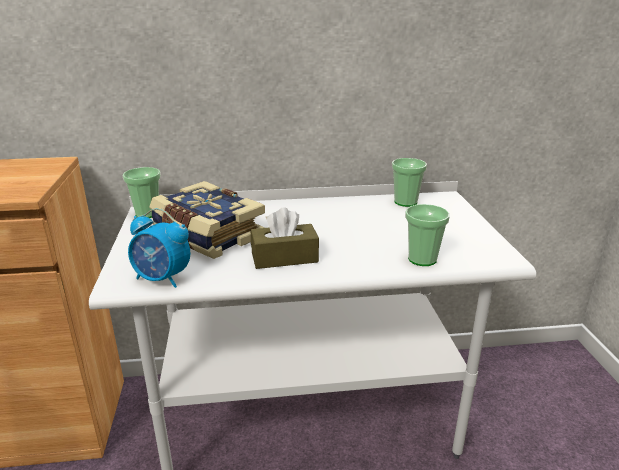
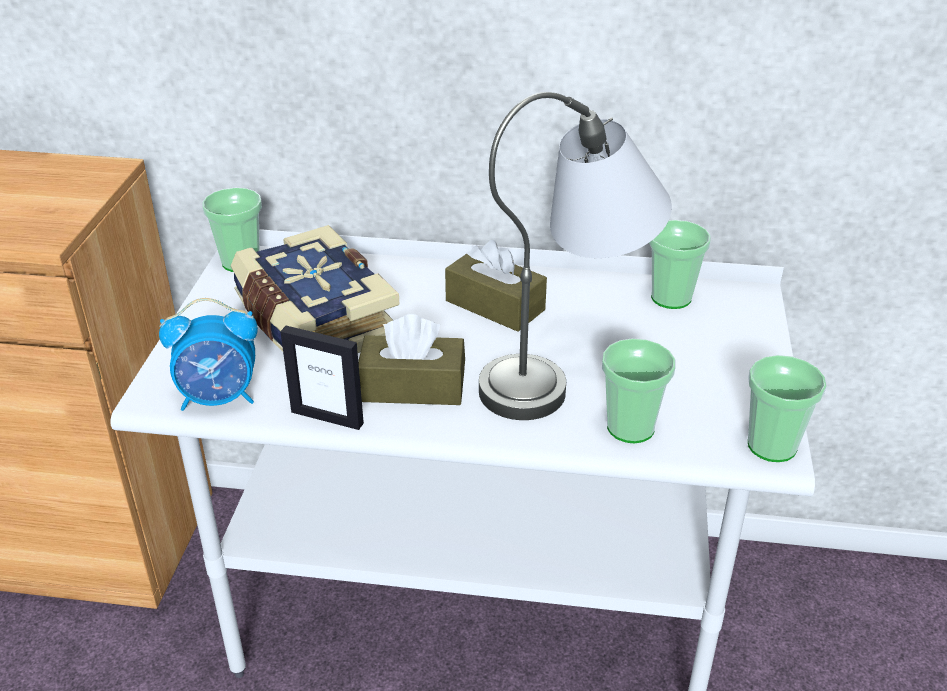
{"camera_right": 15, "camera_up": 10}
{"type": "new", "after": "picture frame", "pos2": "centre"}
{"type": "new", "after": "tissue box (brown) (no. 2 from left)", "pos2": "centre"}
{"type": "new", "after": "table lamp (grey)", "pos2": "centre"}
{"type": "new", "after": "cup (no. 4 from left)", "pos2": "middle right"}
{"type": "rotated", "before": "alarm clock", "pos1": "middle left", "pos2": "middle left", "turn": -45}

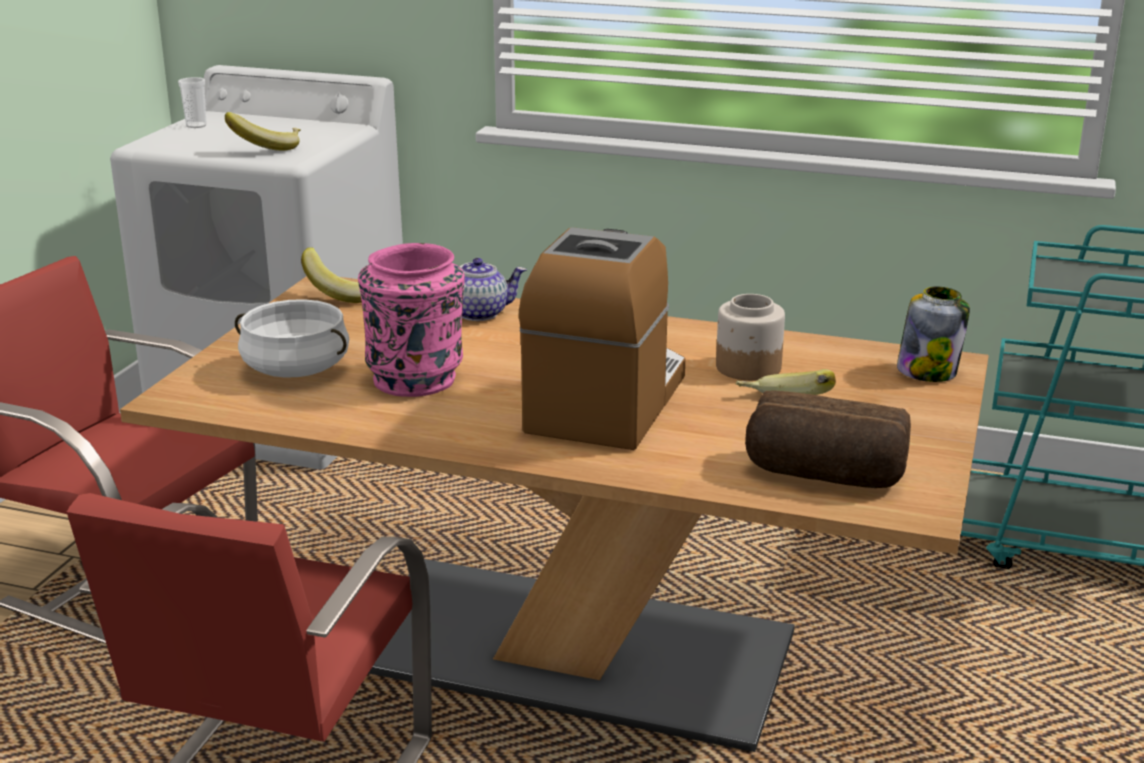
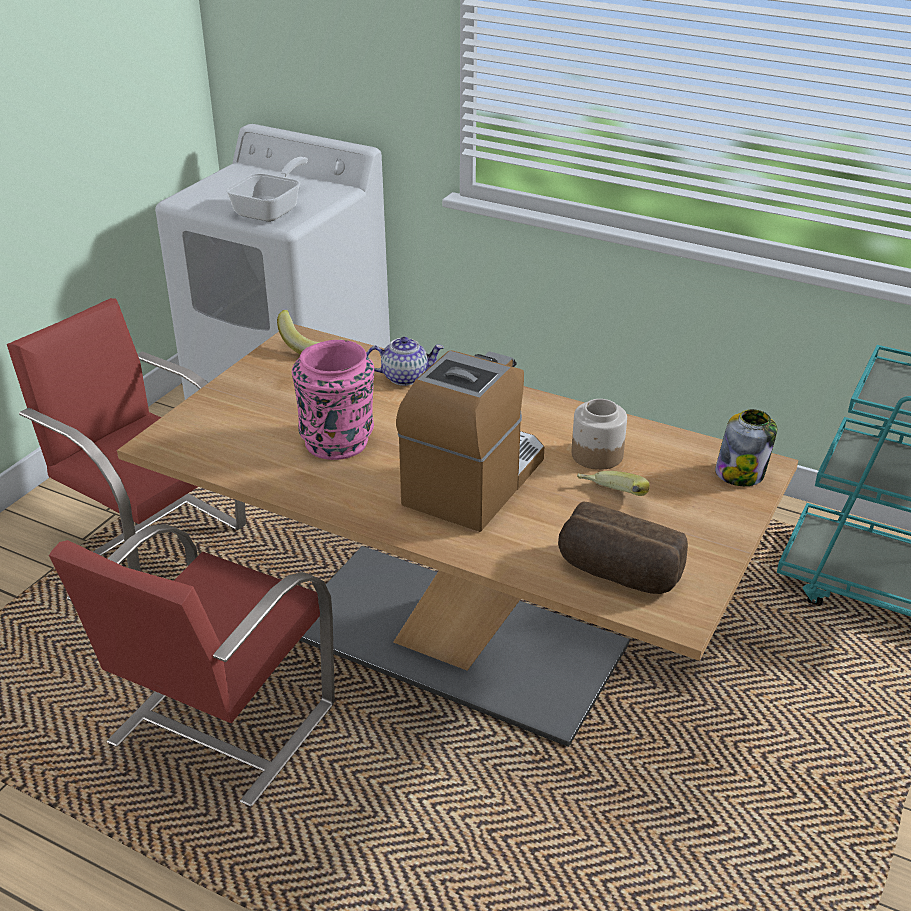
{"camera_right": 10, "camera_up": 10}
{"type": "gone", "before": "cup", "pos1": "top left"}
{"type": "gone", "before": "cooking pot (white)", "pos1": "middle left"}
{"type": "swapped", "before": "banana (no. 1 from left)", "after": "frying pan", "pos1": "top left", "pos2": "top left"}

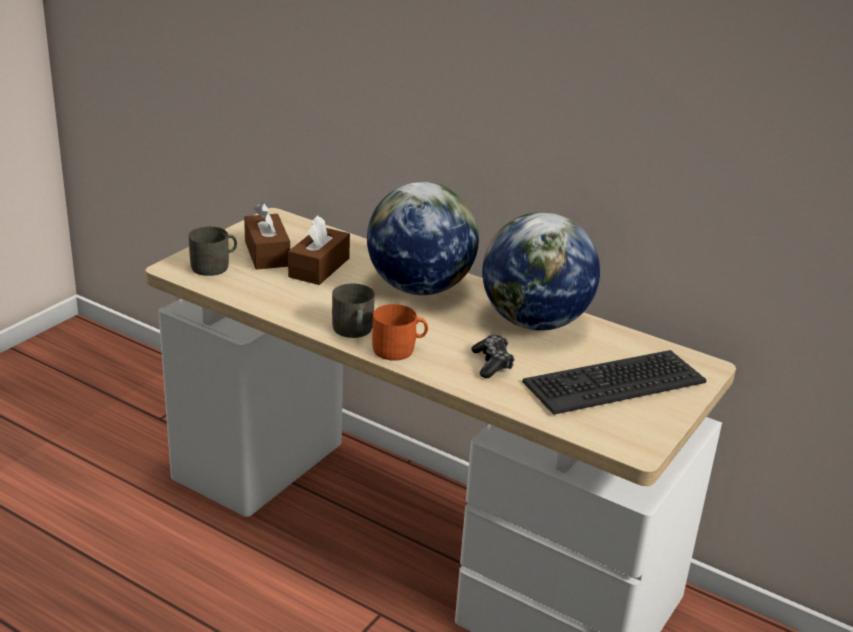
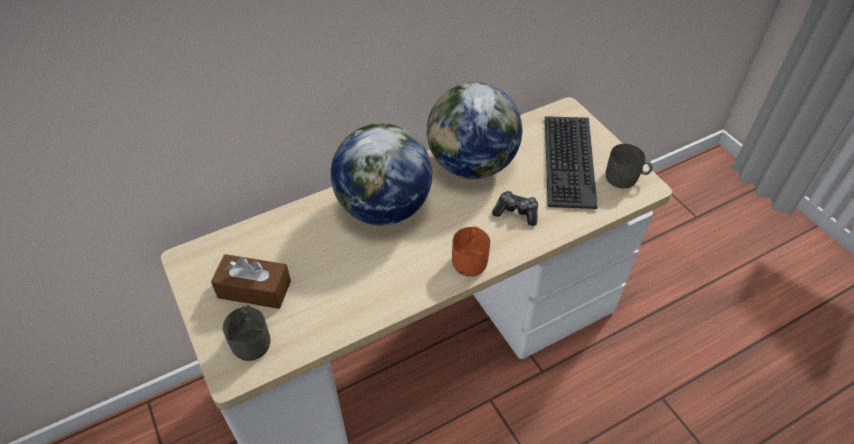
{"camera_right": -60, "camera_up": 20}
{"type": "gone", "before": "tissue box (brown) (no. 2 from left)", "pos1": "centre"}
{"type": "shifted", "before": "mug (grey) (no. 2 from left)", "pos1": "centre", "pos2": "middle right"}

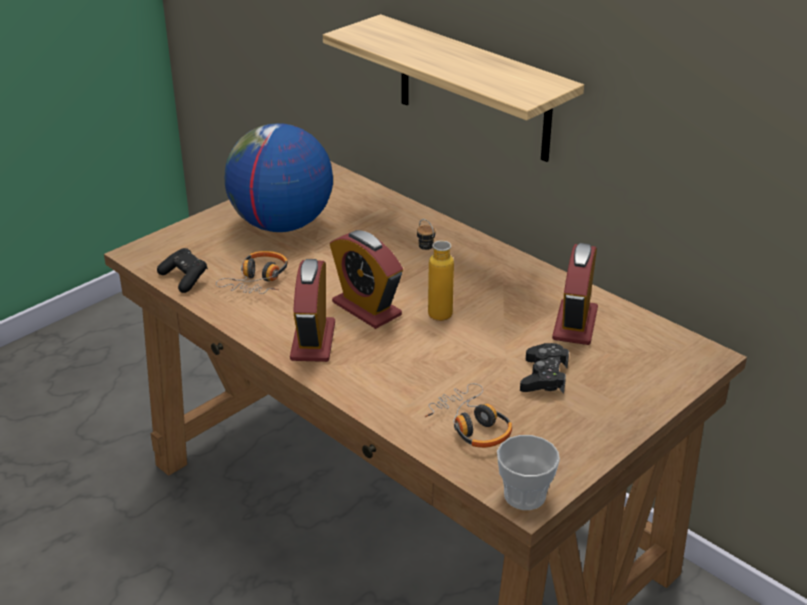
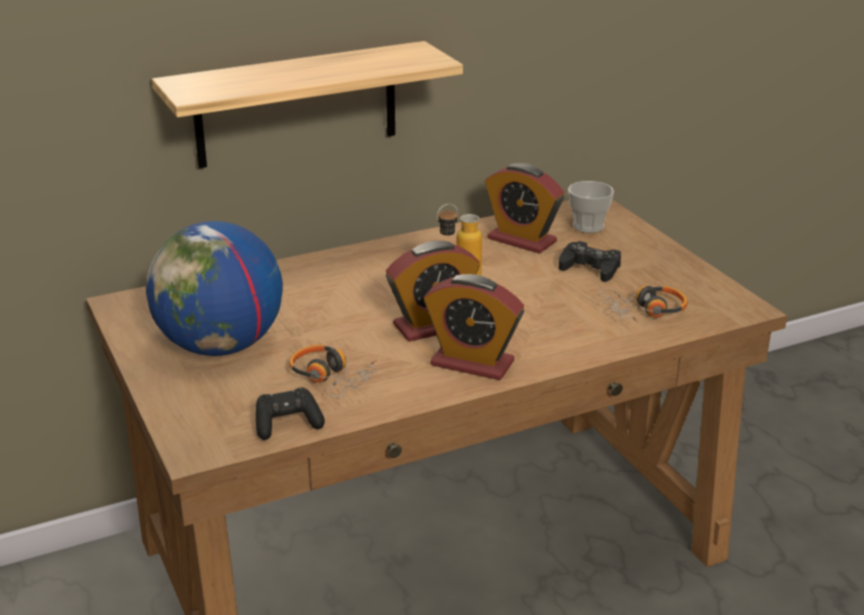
{"camera_right": -70, "camera_up": -5}
{"type": "shifted", "before": "cup", "pos1": "bottom centre", "pos2": "middle right"}

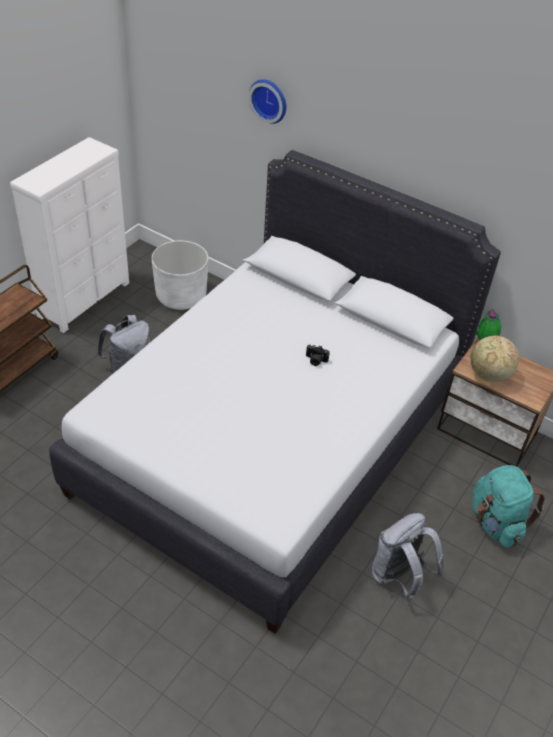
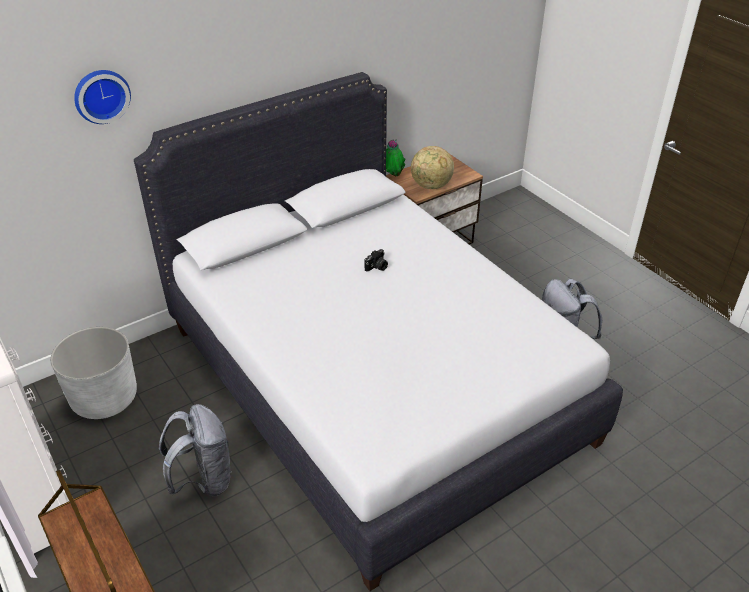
{"camera_right": -65, "camera_up": -5}
{"type": "gone", "before": "backpack (turquoise)", "pos1": "bottom right"}

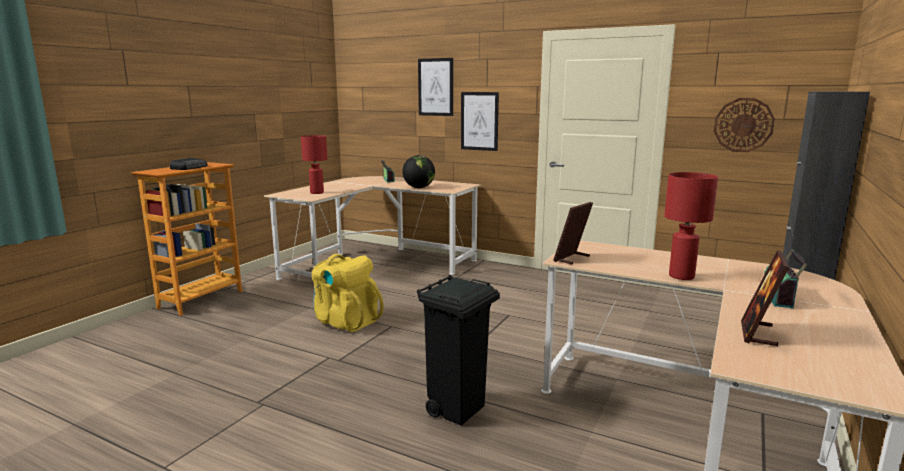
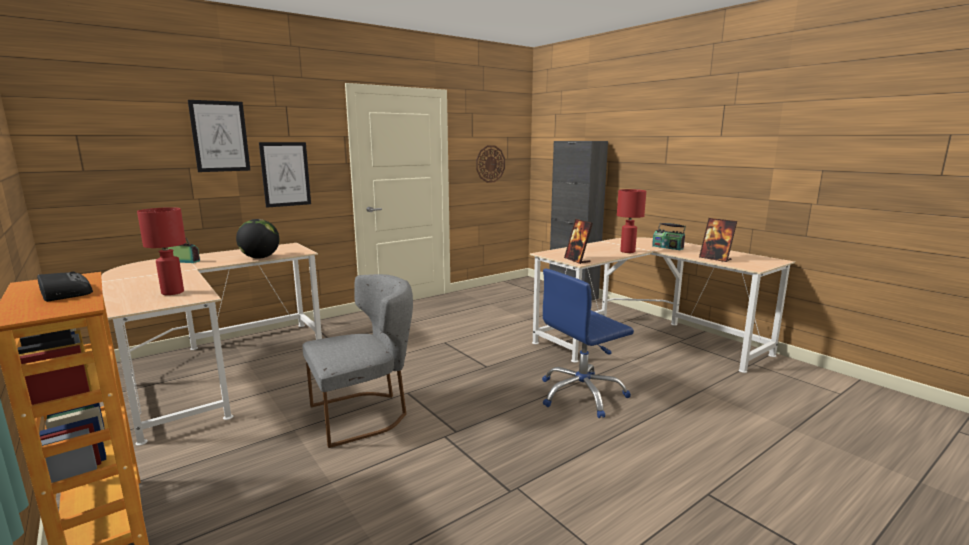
{"camera_right": -65, "camera_up": 0}
{"type": "swapped", "before": "backpack (yellow)", "after": "chair (grey)", "pos1": "centre", "pos2": "centre"}
{"type": "swapped", "before": "trash can (black)", "after": "office chair (blue)", "pos1": "bottom centre", "pos2": "centre"}

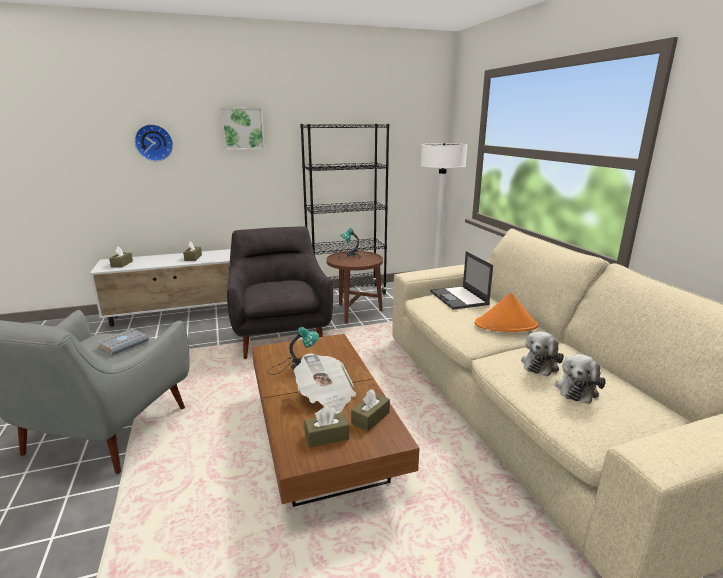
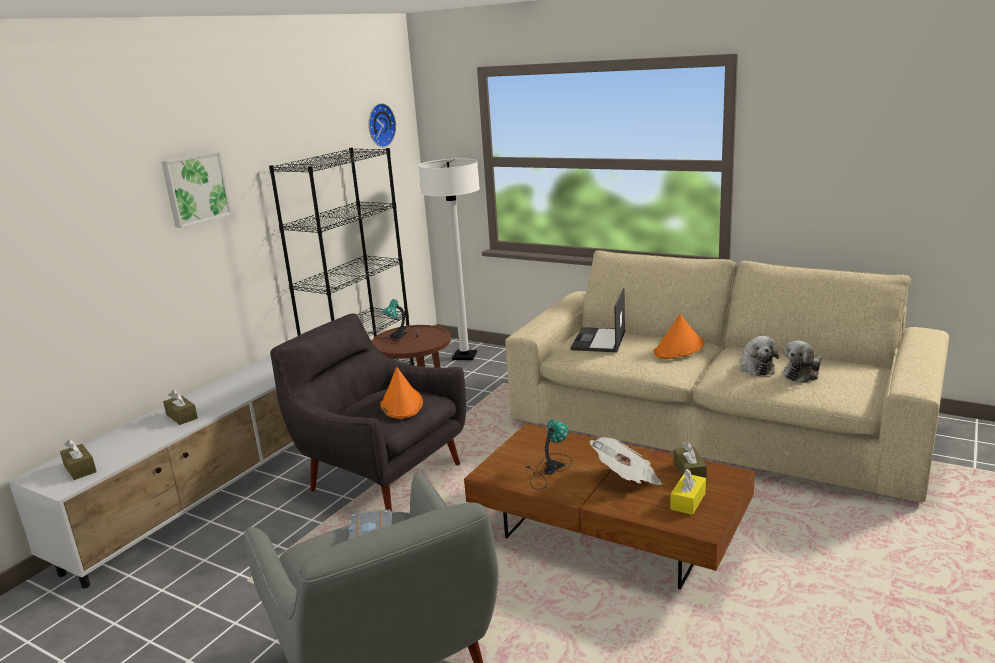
{"camera_right": -40, "camera_up": 0}
{"type": "new", "after": "hat (orange) (no. 1 from left)", "pos2": "centre"}
{"type": "shifted", "before": "wall clock", "pos1": "top left", "pos2": "top centre"}
{"type": "repainted", "before": "tissue box (brown) (no. 3 from left)", "after": "tissue box (yellow)", "pos1": "bottom centre", "pos2": "bottom right"}
{"type": "rotated", "before": "laptop", "pos1": "centre", "pos2": "centre", "turn": 75}
{"type": "rotated", "before": "plush toy (no. 2 from left)", "pos1": "middle right", "pos2": "middle right", "turn": 60}

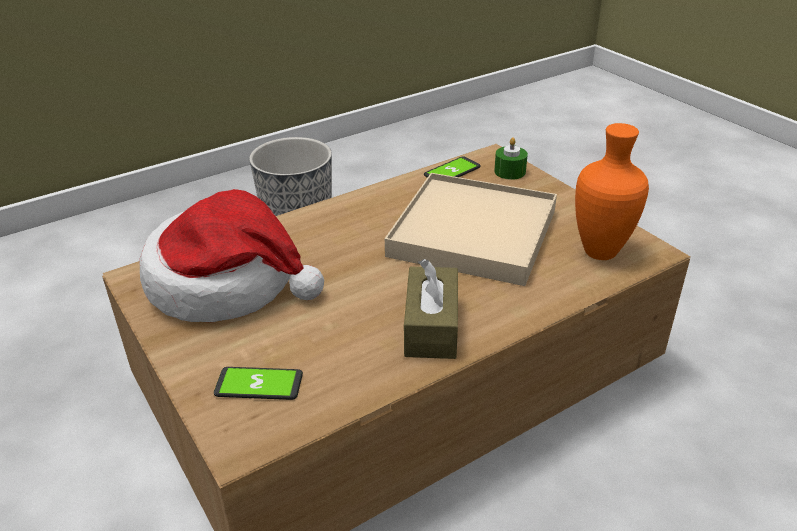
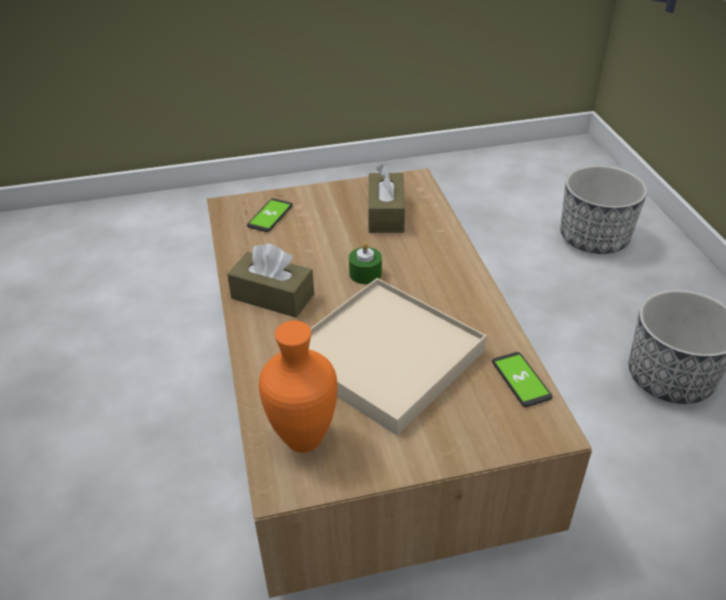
{"camera_right": 110, "camera_up": 5}
{"type": "new", "after": "planter (no. 1 from left)", "pos2": "middle right"}
{"type": "shifted", "before": "candle (green)", "pos1": "top centre", "pos2": "centre"}
{"type": "swapped", "before": "hat", "after": "tissue box (brown) (no. 2 from left)", "pos1": "middle left", "pos2": "top centre"}

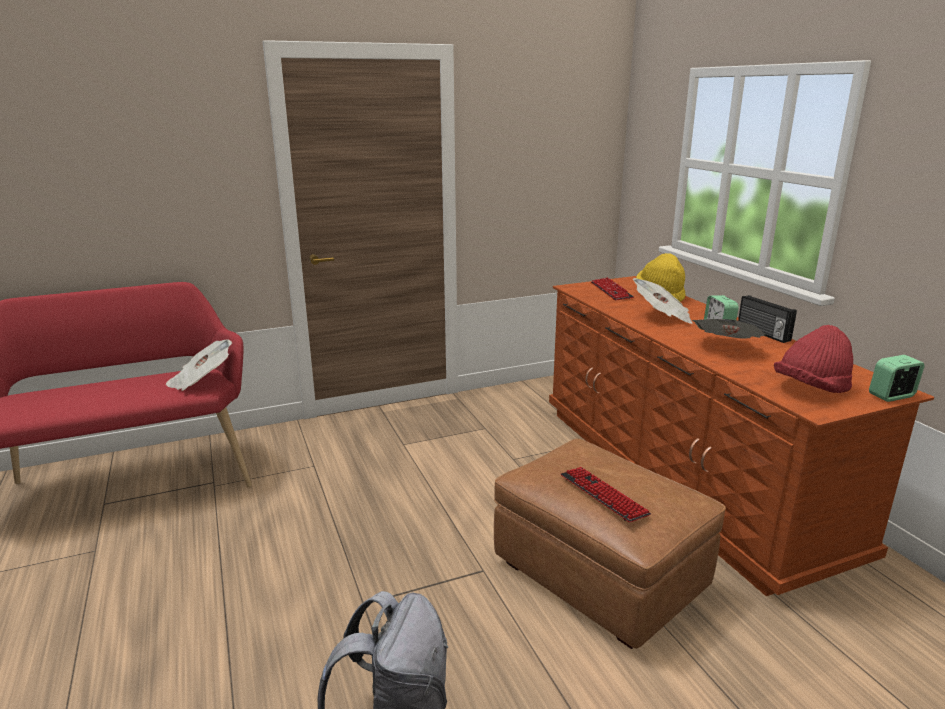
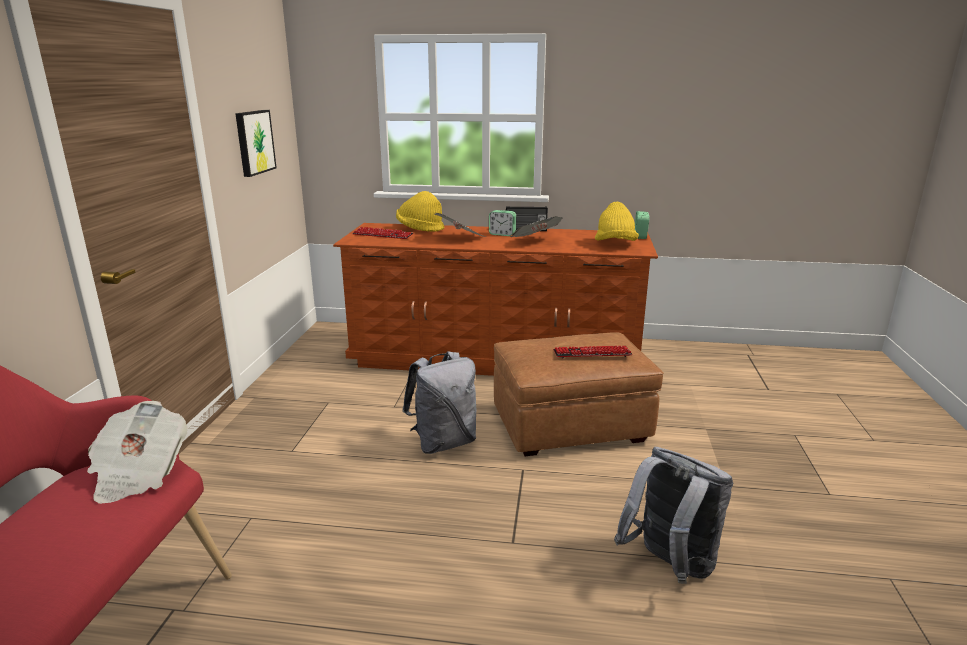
{"camera_right": -60, "camera_up": 0}
{"type": "new", "after": "picture", "pos2": "top left"}
{"type": "new", "after": "backpack (grey) (no. 1 from left)", "pos2": "centre"}
{"type": "repainted", "before": "hat (red)", "after": "hat (yellow) (no. 2 from left)", "pos1": "middle right", "pos2": "centre"}

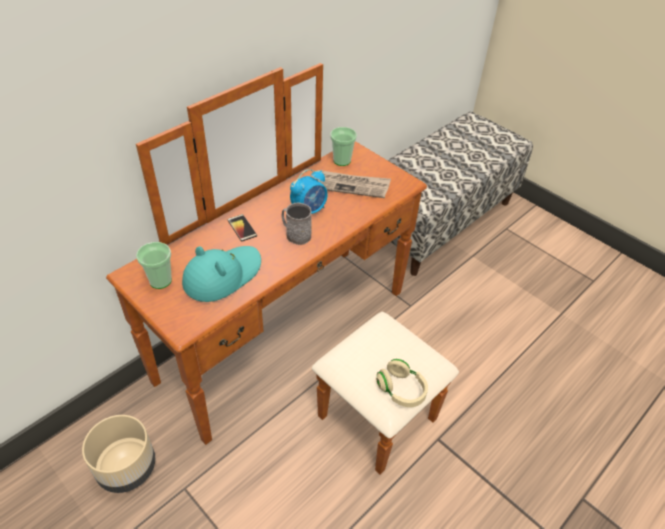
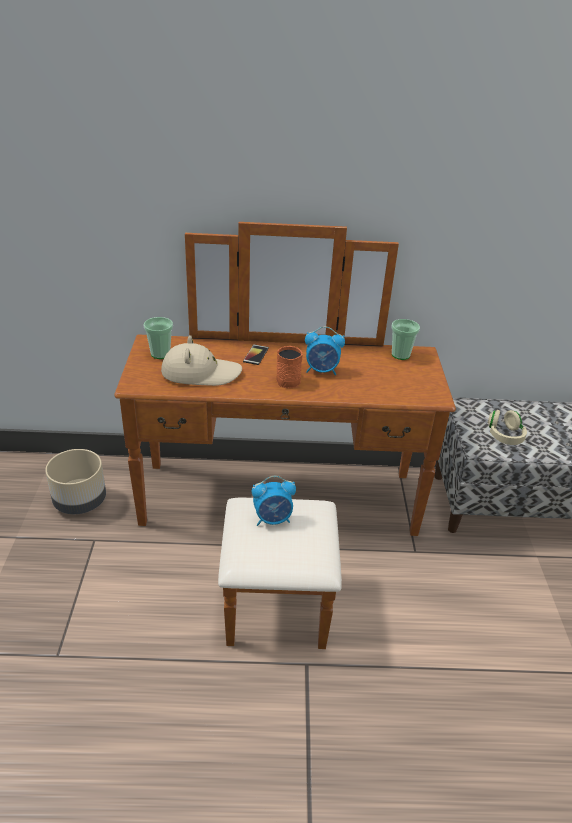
{"camera_right": 45, "camera_up": -10}
{"type": "gone", "before": "newspaper", "pos1": "centre"}
{"type": "new", "after": "alarm clock (no. 1 from left)", "pos2": "centre"}
{"type": "shifted", "before": "headphones (beige)", "pos1": "bottom centre", "pos2": "middle right"}
{"type": "repainted", "before": "hat (turquoise)", "after": "hat (beige)", "pos1": "middle left", "pos2": "centre"}
{"type": "repainted", "before": "mug (grey)", "after": "mug (orange)", "pos1": "centre", "pos2": "centre"}

